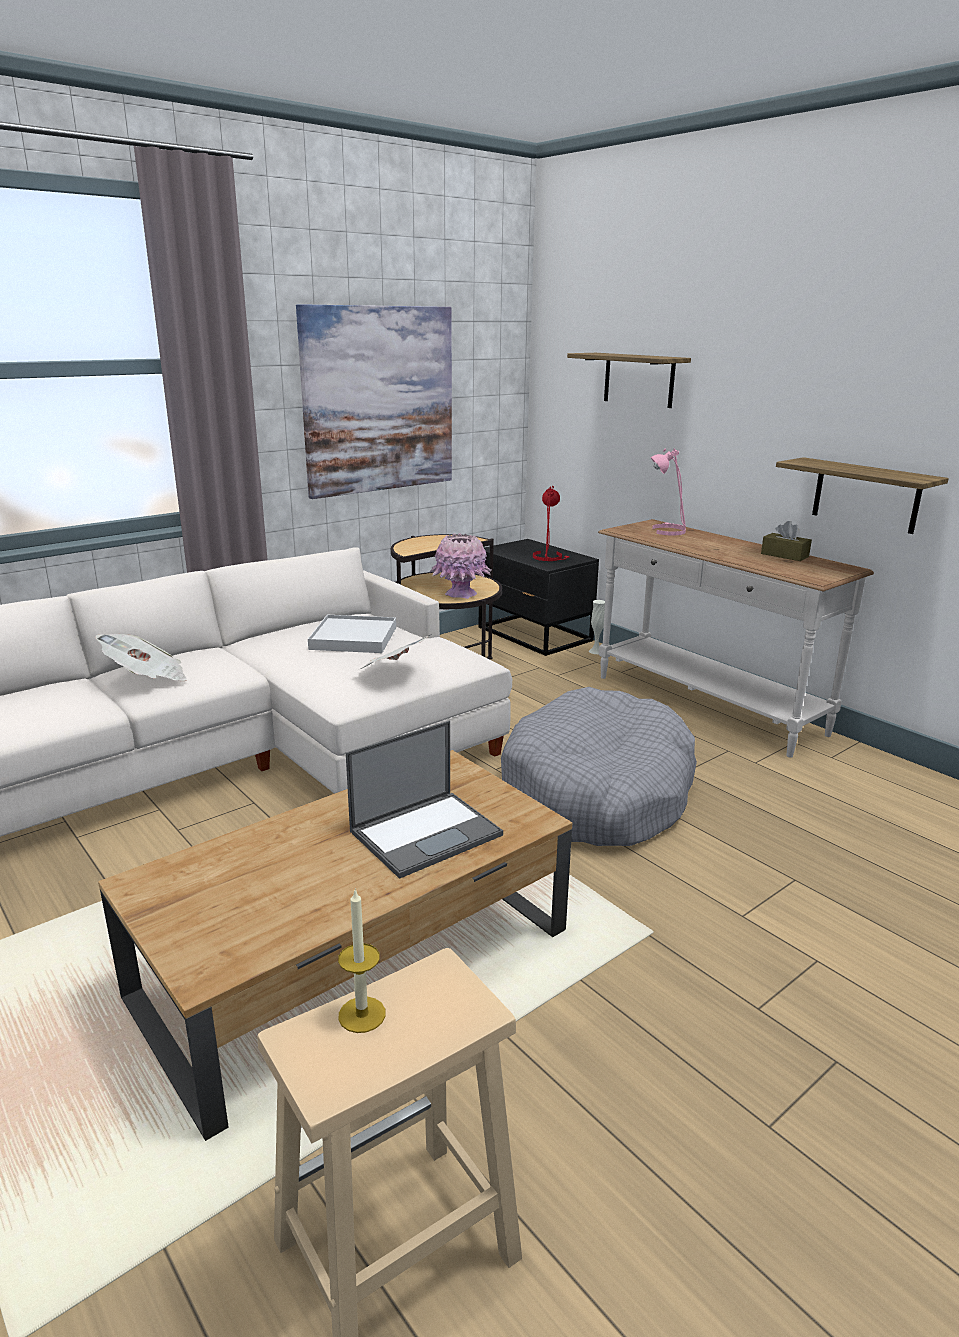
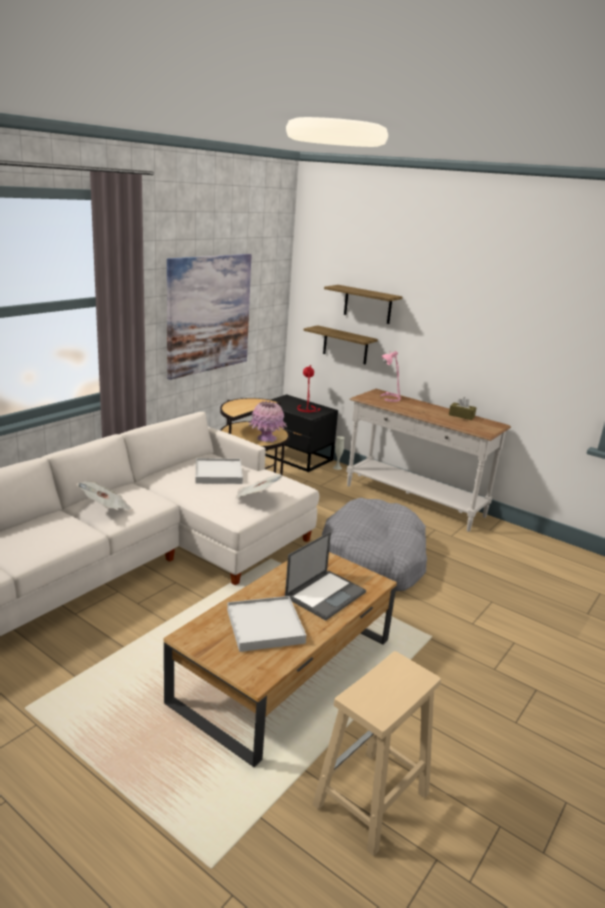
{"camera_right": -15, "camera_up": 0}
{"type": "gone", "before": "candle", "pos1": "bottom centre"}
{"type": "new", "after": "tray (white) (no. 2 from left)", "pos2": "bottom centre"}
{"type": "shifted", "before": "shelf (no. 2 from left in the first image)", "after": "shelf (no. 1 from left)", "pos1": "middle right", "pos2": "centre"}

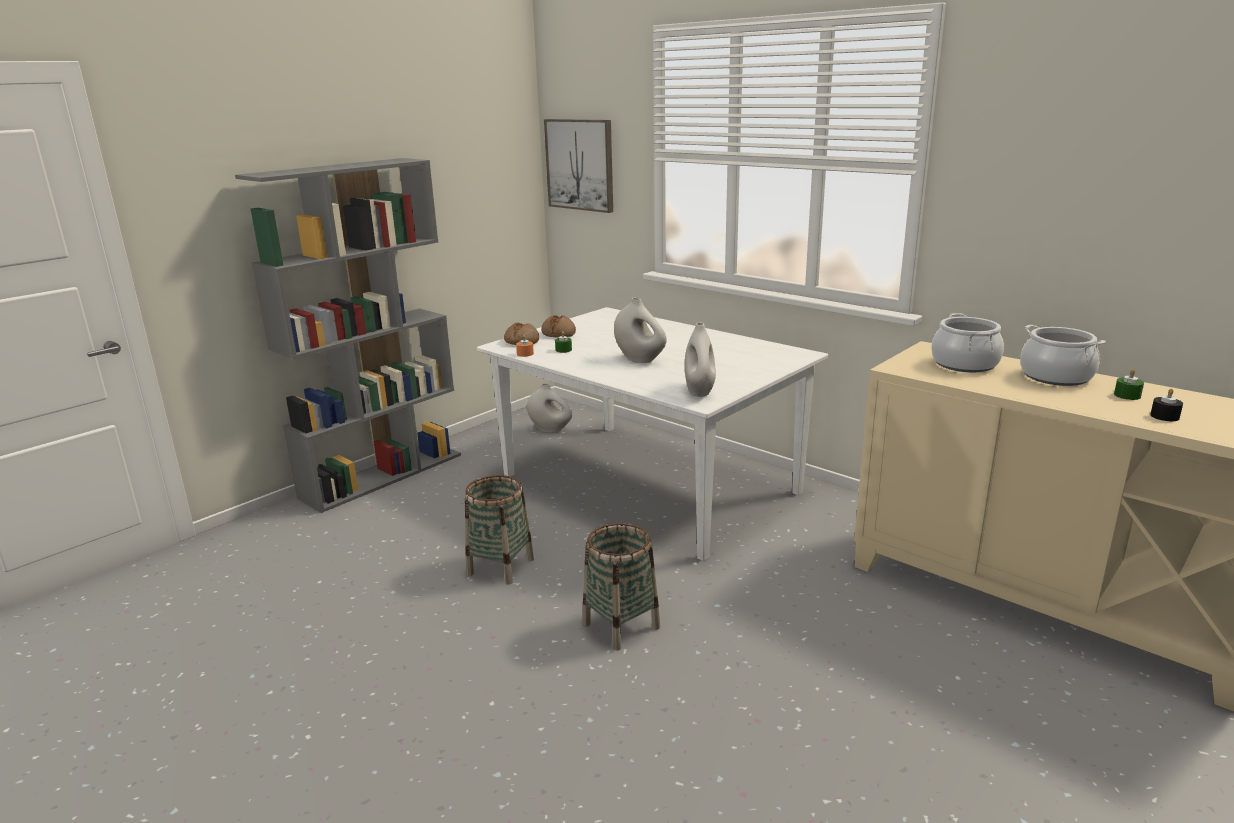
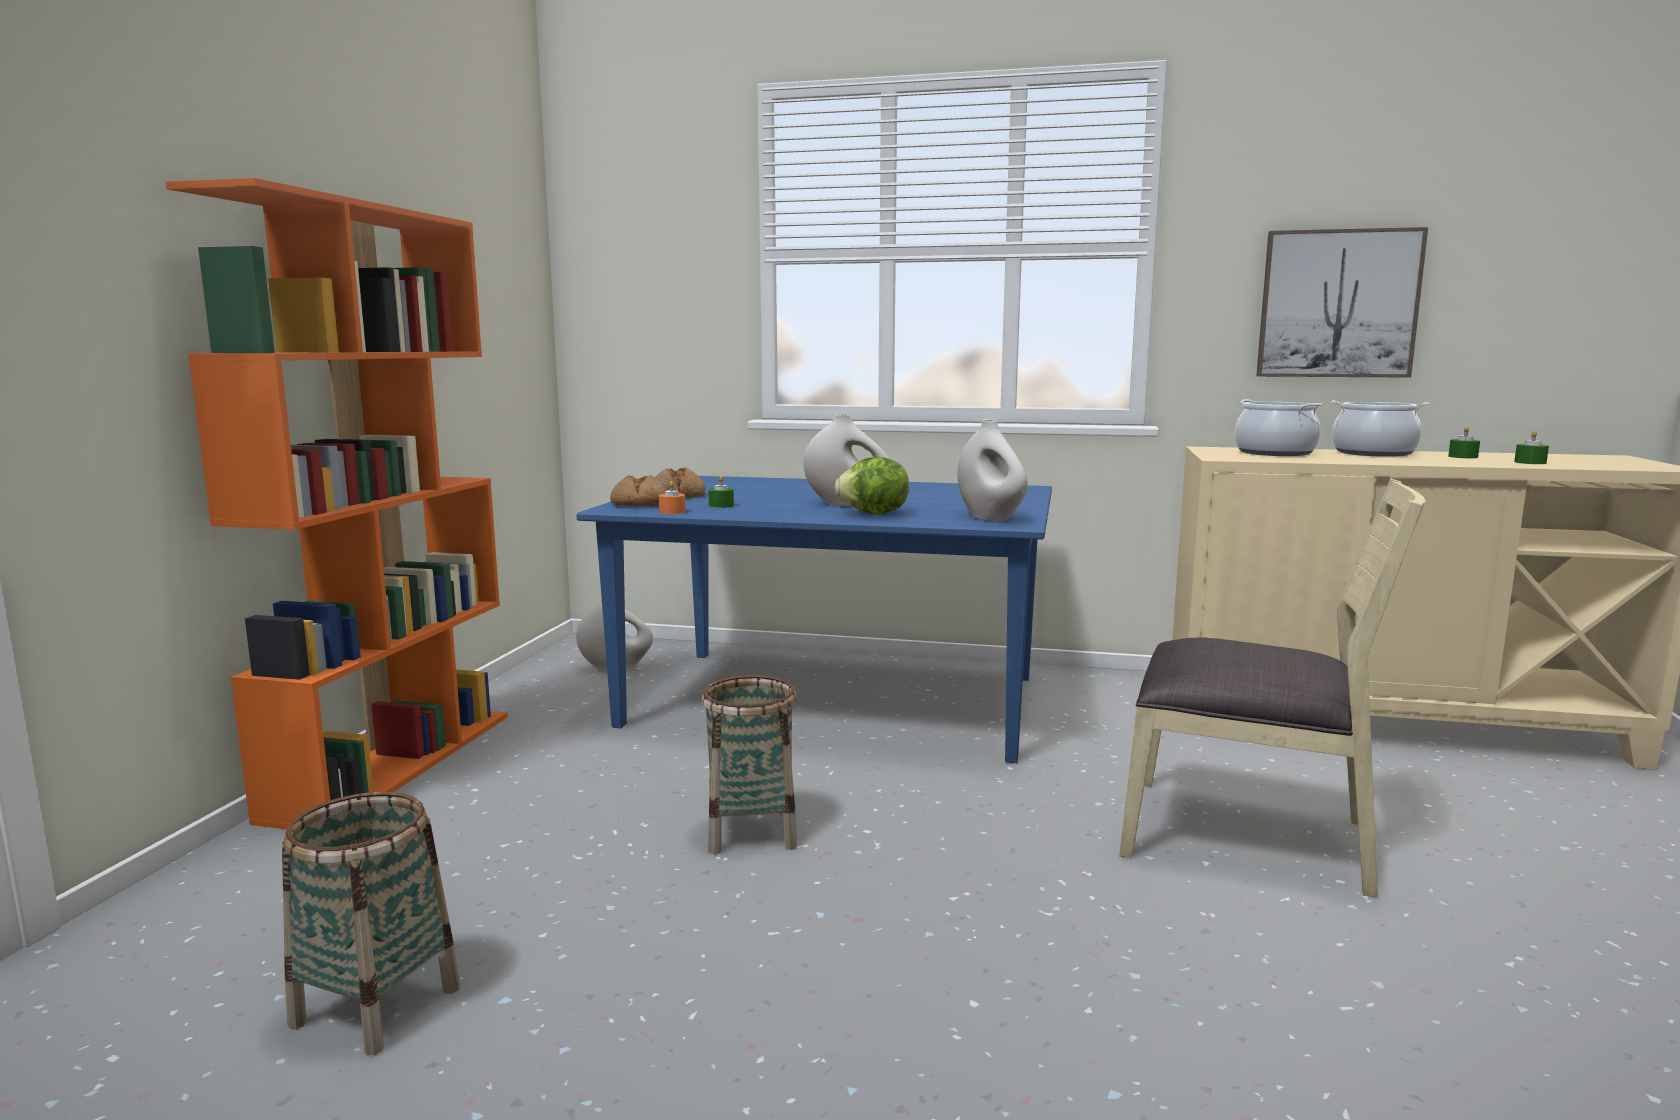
{"camera_right": -30, "camera_up": -10}
{"type": "new", "after": "lettuce", "pos2": "centre"}
{"type": "new", "after": "chair (beige)", "pos2": "middle right"}
{"type": "shifted", "before": "picture", "pos1": "top centre", "pos2": "top right"}
{"type": "shifted", "before": "basket (no. 2 from left in the first image)", "after": "basket (no. 1 from left)", "pos1": "bottom centre", "pos2": "bottom left"}
{"type": "repainted", "before": "bookcase (grey)", "after": "bookcase (orange)", "pos1": "middle left", "pos2": "middle left"}
{"type": "repainted", "before": "dining table (white)", "after": "dining table (blue)", "pos1": "centre", "pos2": "centre"}
{"type": "repainted", "before": "candle (black)", "after": "candle (green) (no. 3 from left)", "pos1": "middle right", "pos2": "middle right"}

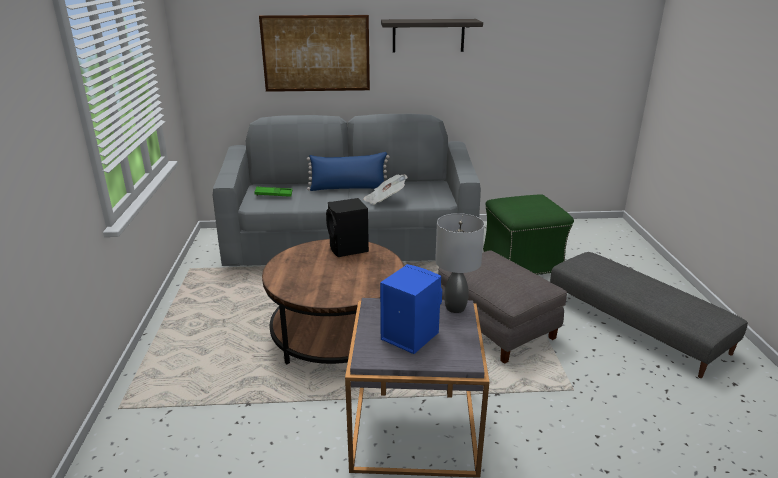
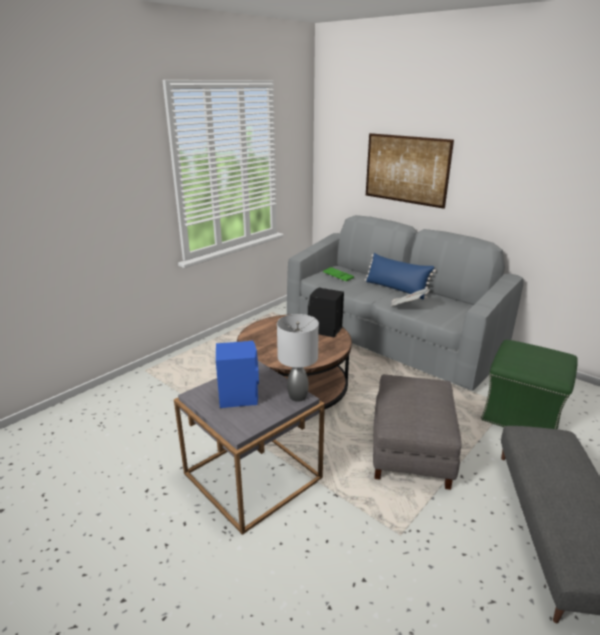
{"camera_right": 45, "camera_up": 0}
{"type": "gone", "before": "shelf", "pos1": "top centre"}

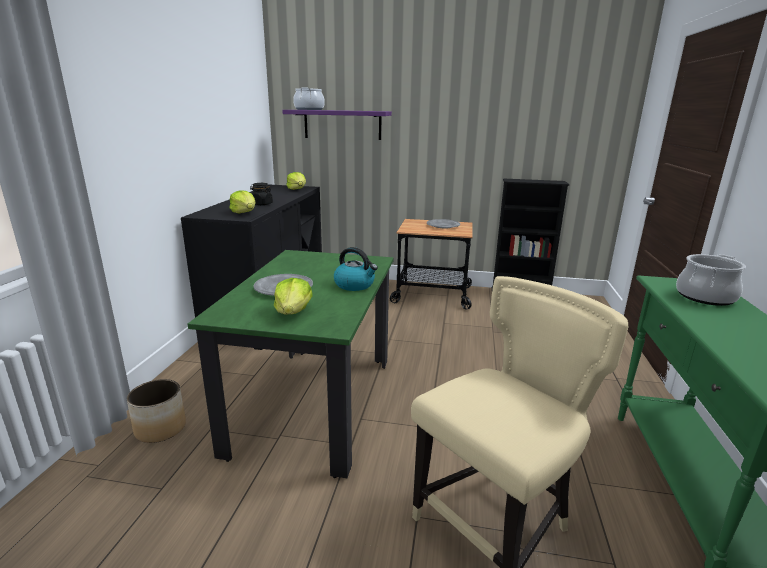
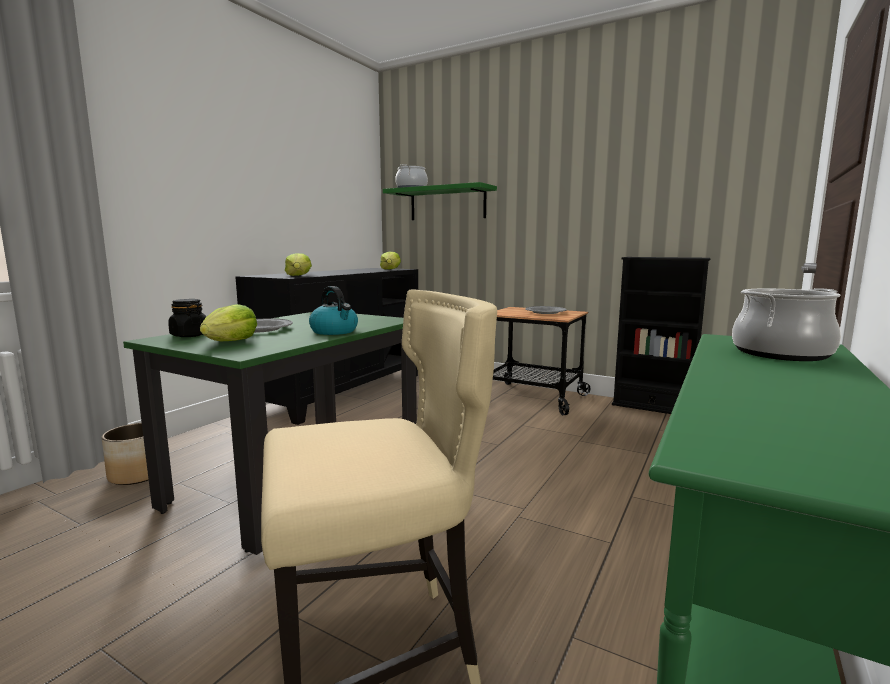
{"camera_right": 20, "camera_up": -10}
{"type": "shifted", "before": "jar (black)", "pos1": "centre", "pos2": "middle left"}
{"type": "repainted", "before": "shelf (purple)", "after": "shelf (green)", "pos1": "top centre", "pos2": "top centre"}

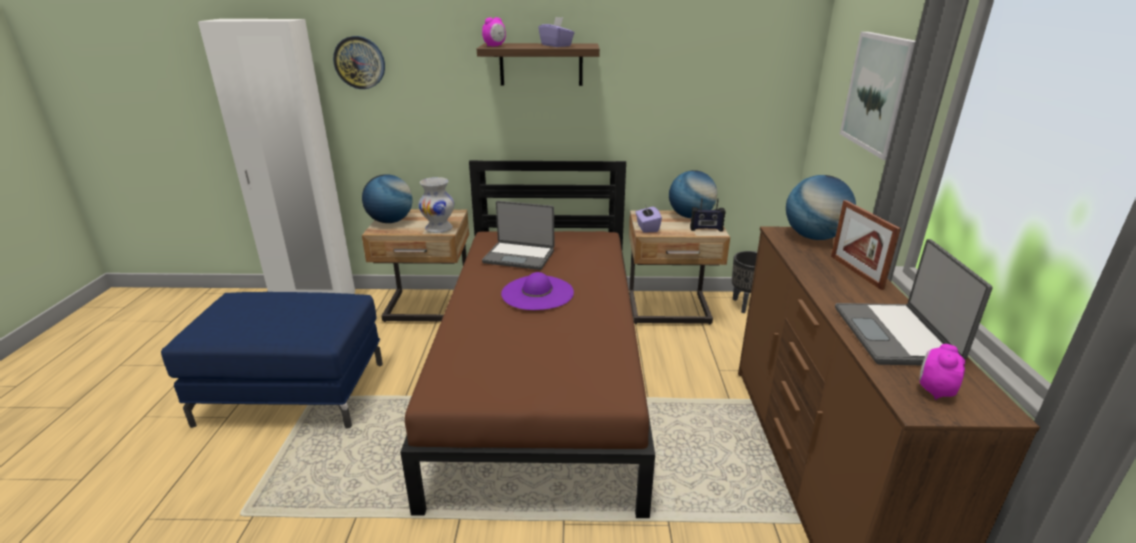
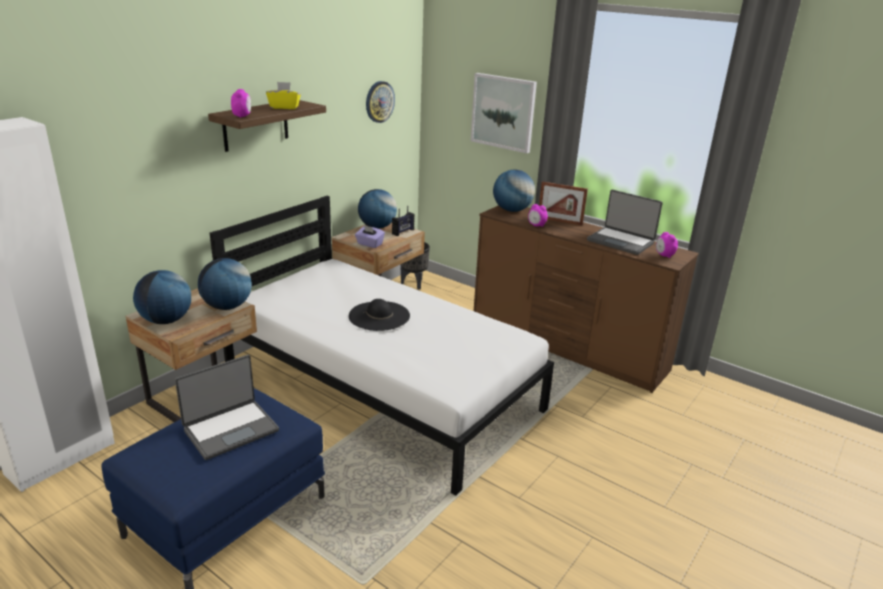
{"camera_right": -55, "camera_up": 0}
{"type": "new", "after": "alarm clock (no. 2 from left)", "pos2": "centre"}
{"type": "shifted", "before": "wall clock", "pos1": "top left", "pos2": "top centre"}
{"type": "shifted", "before": "laptop (no. 1 from left)", "pos1": "centre", "pos2": "bottom left"}
{"type": "swapped", "before": "vase (white)", "after": "globe (no. 2 from left)", "pos1": "centre", "pos2": "middle left"}
{"type": "repainted", "before": "bed (brown)", "after": "bed (white)", "pos1": "centre", "pos2": "centre"}
{"type": "repainted", "before": "hat (purple)", "after": "hat (black)", "pos1": "centre", "pos2": "centre"}
{"type": "repainted", "before": "tissue box (purple) (no. 1 from left)", "after": "tissue box (yellow)", "pos1": "top centre", "pos2": "top left"}

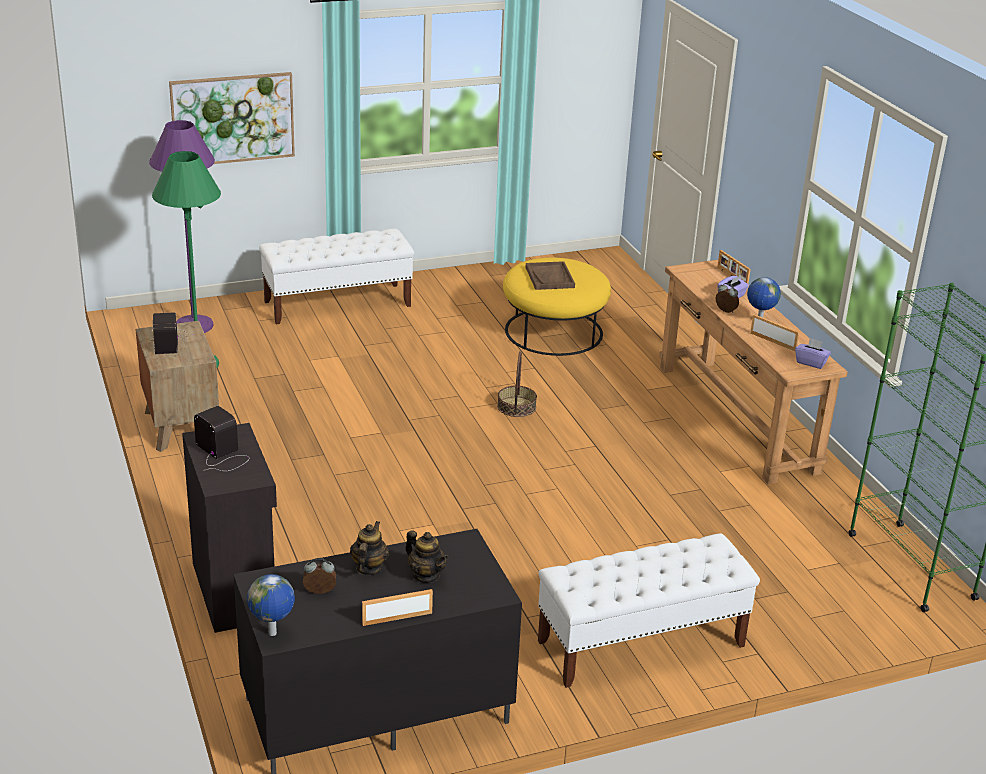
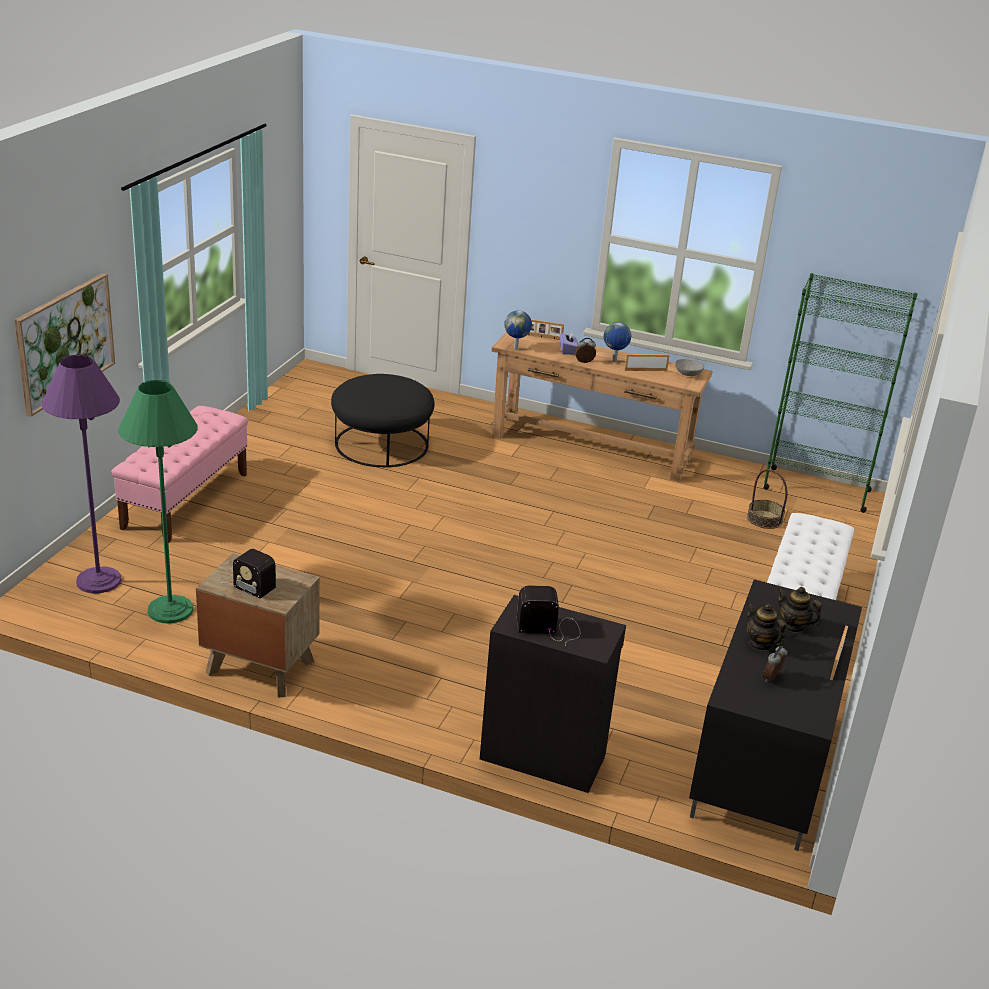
{"camera_right": -50, "camera_up": 0}
{"type": "gone", "before": "tray (brown)", "pos1": "centre"}
{"type": "shifted", "before": "globe (no. 1 from left)", "pos1": "bottom left", "pos2": "centre"}
{"type": "shifted", "before": "basket", "pos1": "centre", "pos2": "middle right"}
{"type": "swapped", "before": "tissue box (purple) (no. 2 from left)", "after": "bowl (grey)", "pos1": "middle right", "pos2": "middle right"}
{"type": "repainted", "before": "bench (white) (no. 1 from left)", "after": "bench (pink)", "pos1": "centre", "pos2": "middle left"}
{"type": "repainted", "before": "ottoman (yellow)", "after": "ottoman (black)", "pos1": "centre", "pos2": "centre"}
{"type": "rotated", "before": "teapot (no. 2 from left)", "pos1": "bottom centre", "pos2": "middle right", "turn": -135}

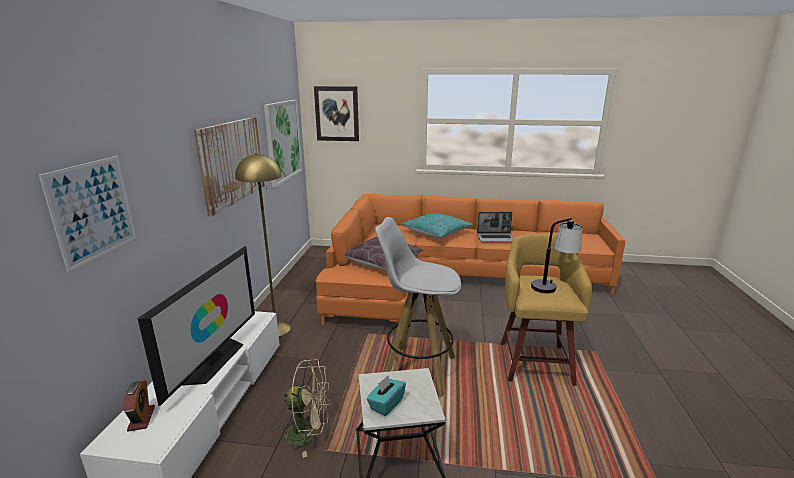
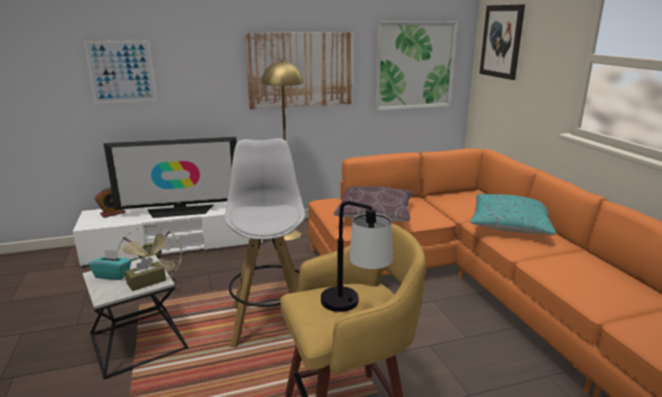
{"camera_right": 65, "camera_up": 0}
{"type": "gone", "before": "laptop", "pos1": "centre"}
{"type": "new", "after": "tissue box (brown)", "pos2": "bottom left"}

